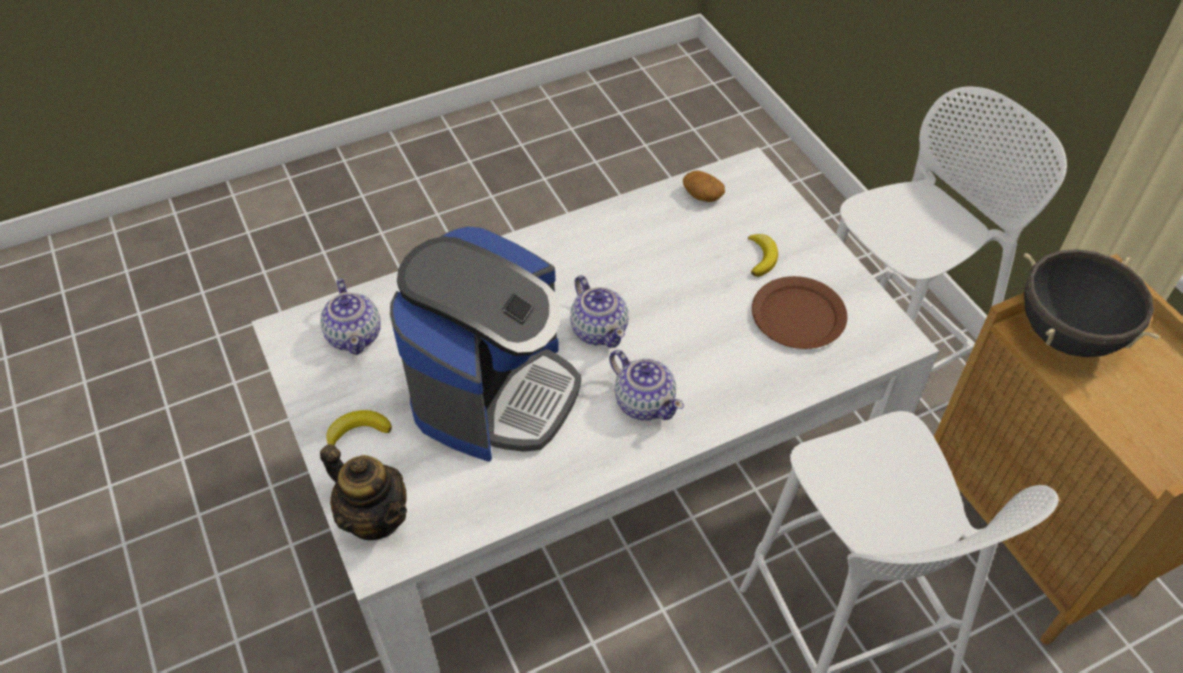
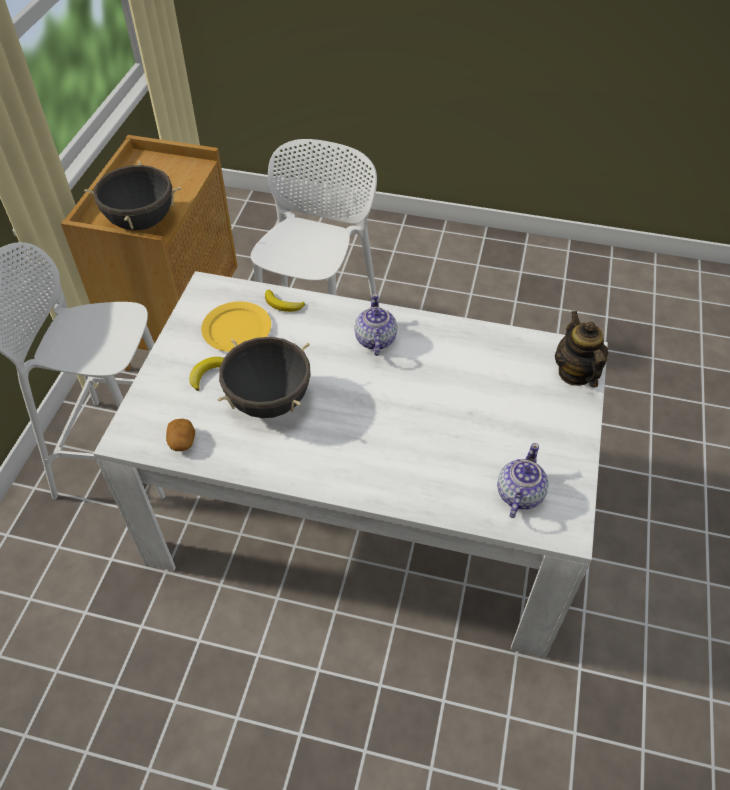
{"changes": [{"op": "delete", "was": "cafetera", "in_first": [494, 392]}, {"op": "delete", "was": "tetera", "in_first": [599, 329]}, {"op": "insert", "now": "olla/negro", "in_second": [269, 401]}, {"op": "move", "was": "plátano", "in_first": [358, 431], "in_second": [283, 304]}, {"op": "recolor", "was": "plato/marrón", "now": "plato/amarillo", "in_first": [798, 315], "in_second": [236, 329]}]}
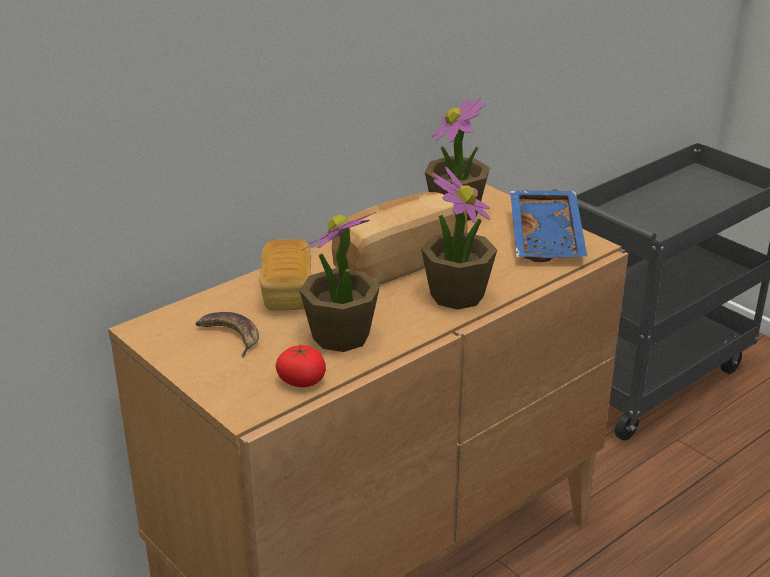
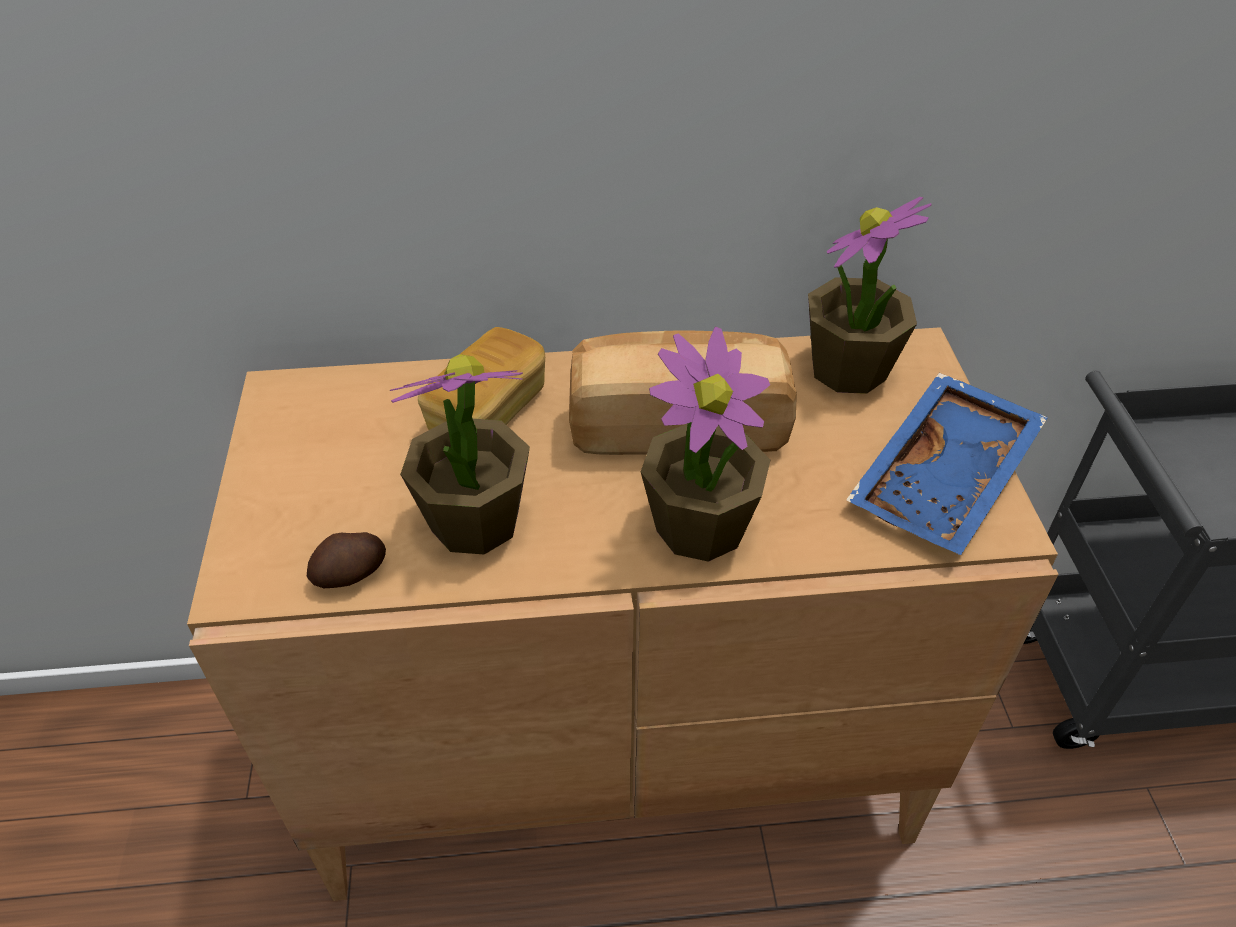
{"changes": [{"op": "delete", "was": "plátano", "in_first": [229, 336]}, {"op": "replace", "was": "tomate", "now": "patata", "in_first": [301, 380], "in_second": [351, 574]}]}
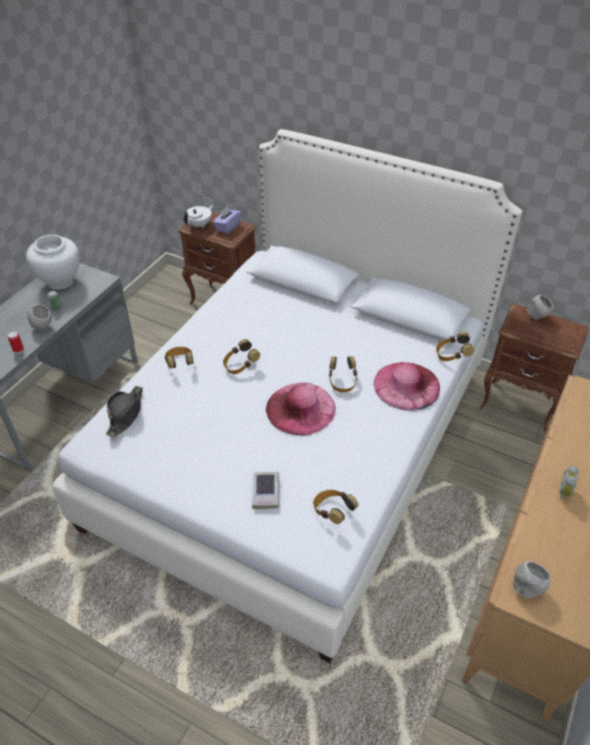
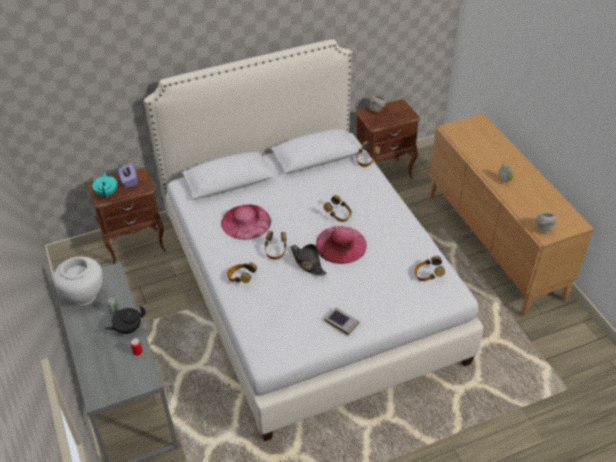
{"changes": [{"op": "move", "was": "sombrero/negro", "in_first": [126, 414], "in_second": [307, 262]}, {"op": "move", "was": "libro", "in_first": [266, 492], "in_second": [342, 322]}, {"op": "move", "was": "sombrero/rosa", "in_first": [406, 385], "in_second": [246, 222]}, {"op": "replace", "was": "cuenco/gris", "now": "tetera/negro", "in_first": [43, 327], "in_second": [128, 328]}, {"op": "recolor", "was": "tetera/blanco", "now": "tetera/turquesa", "in_first": [200, 225], "in_second": [107, 193]}]}
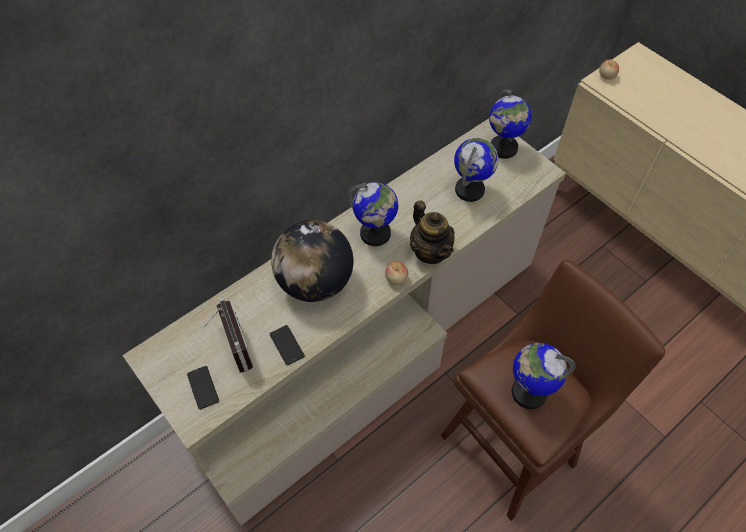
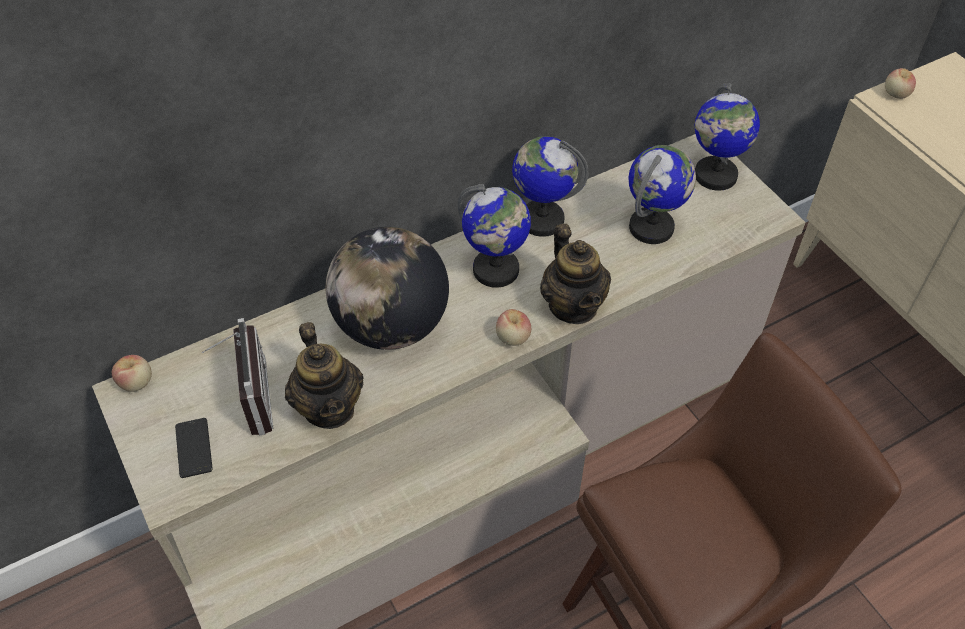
{"changes": [{"op": "insert", "now": "manzana", "in_second": [137, 382]}, {"op": "move", "was": "globo terráqueo", "in_first": [528, 392], "in_second": [541, 219]}, {"op": "replace", "was": "móvil", "now": "tetera", "in_first": [287, 345], "in_second": [329, 407]}]}
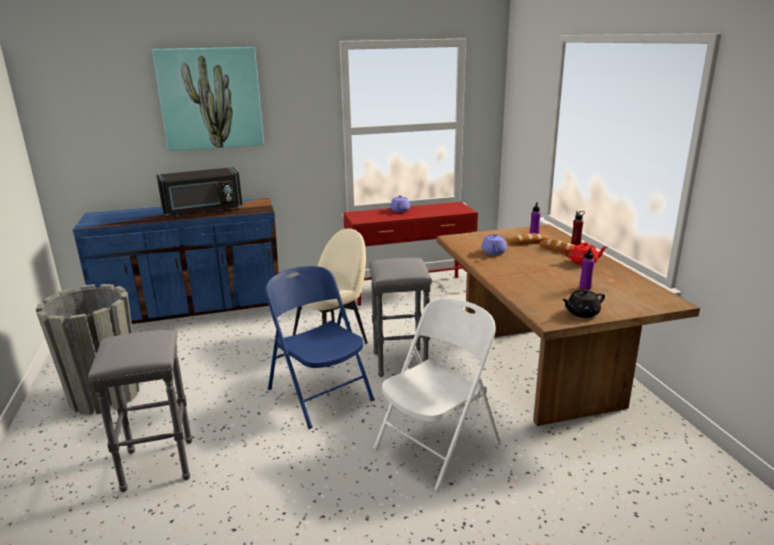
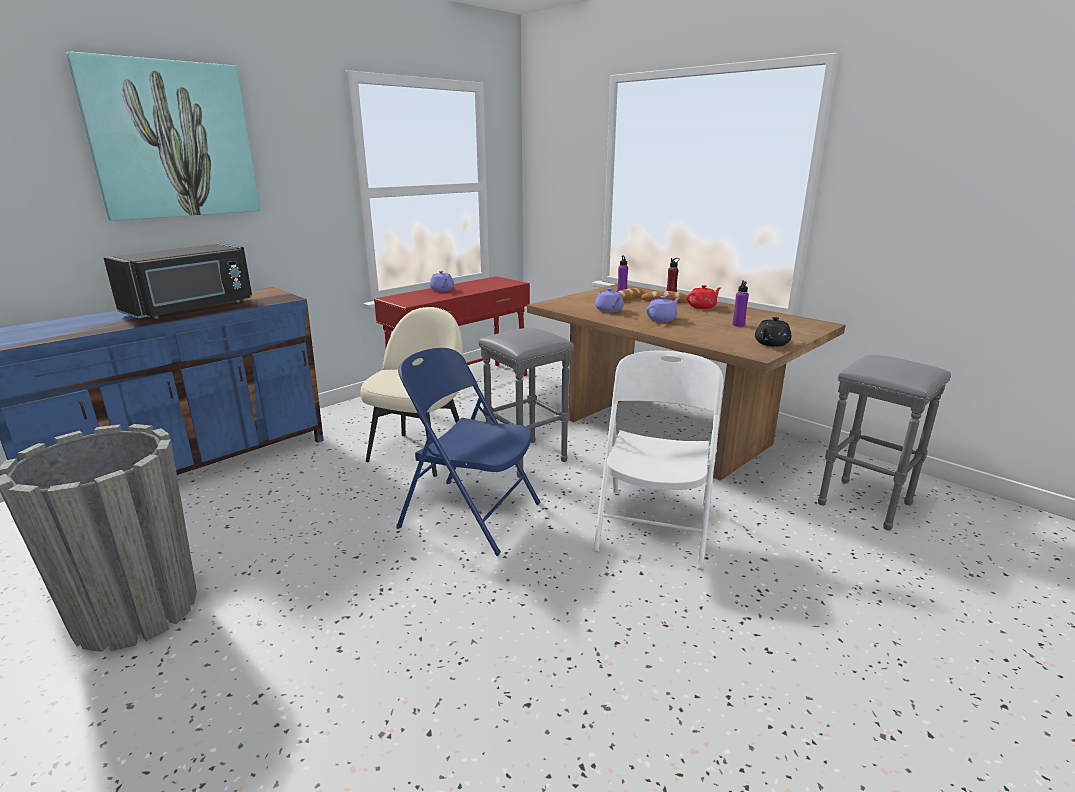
{"changes": [{"op": "insert", "now": "tetera/morado", "in_second": [662, 319]}, {"op": "move", "was": "taburete/gris", "in_first": [156, 465], "in_second": [865, 505]}]}
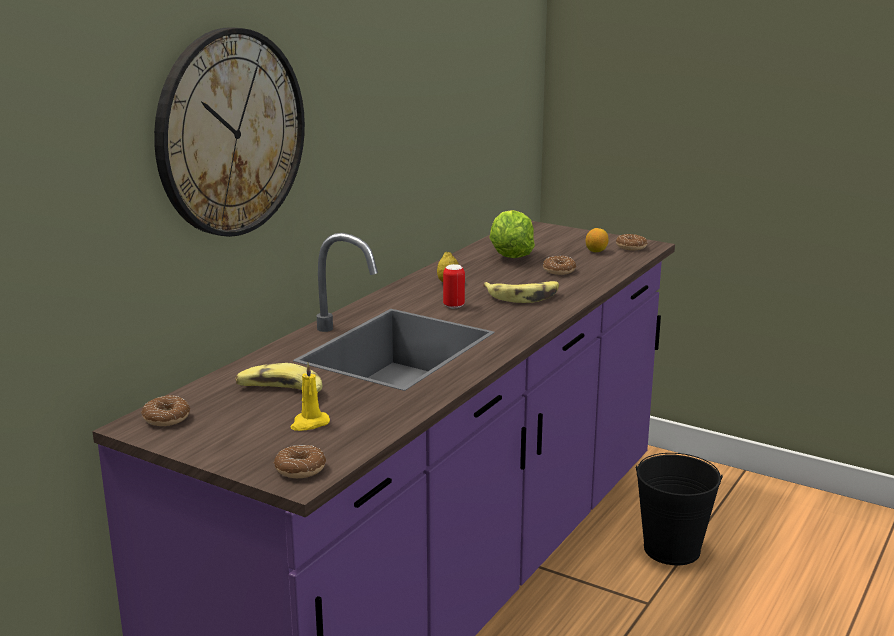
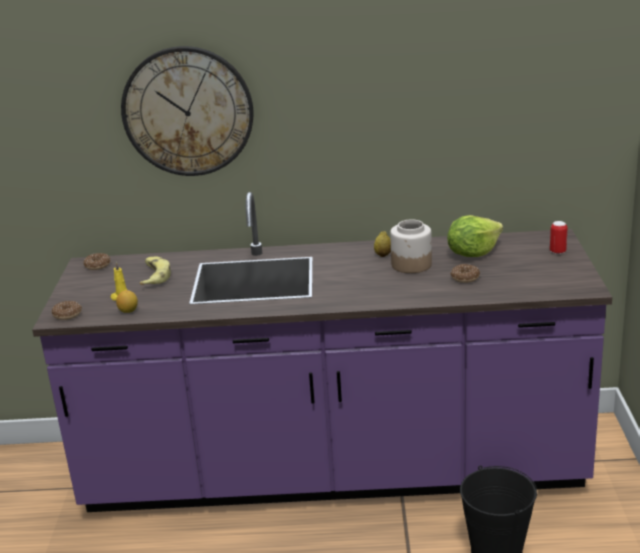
{"changes": [{"op": "delete", "was": "plátano", "in_first": [523, 296]}, {"op": "delete", "was": "rosquilla", "in_first": [631, 247]}, {"op": "insert", "now": "tarro", "in_second": [412, 264]}, {"op": "move", "was": "lata", "in_first": [454, 305], "in_second": [557, 252]}, {"op": "move", "was": "limón", "in_first": [596, 251], "in_second": [128, 311]}]}
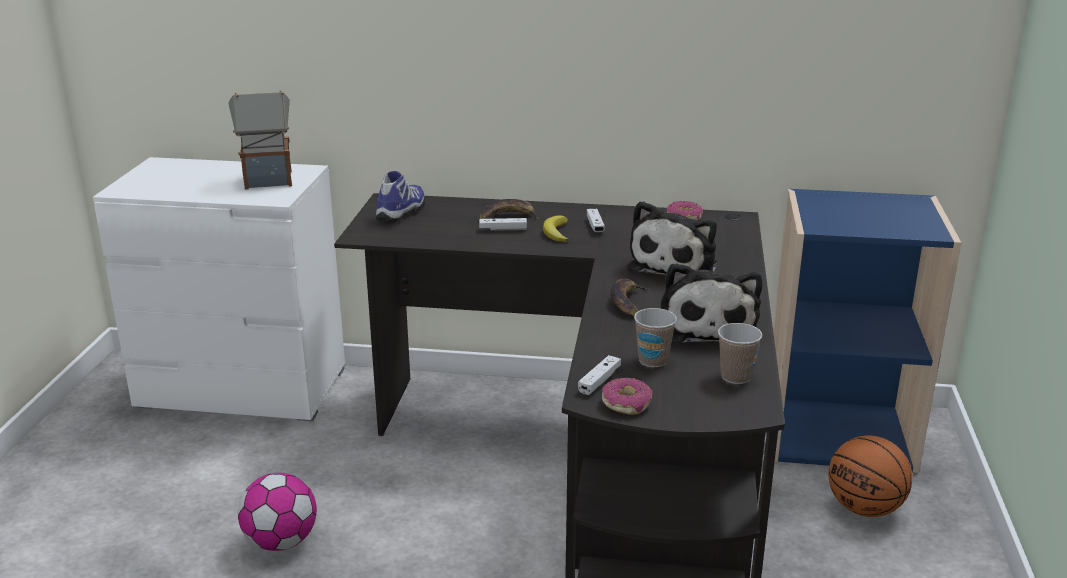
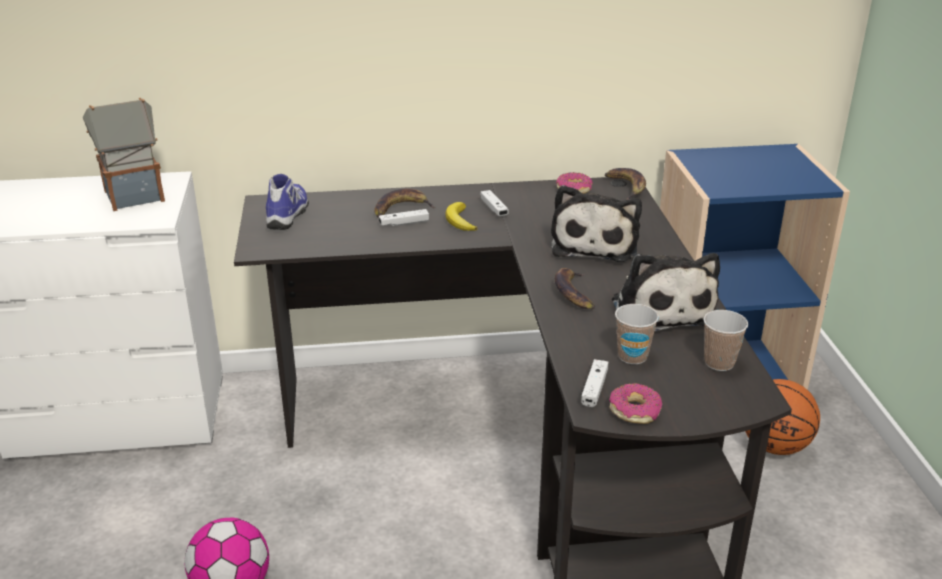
{"changes": [{"op": "insert", "now": "plátano", "in_second": [626, 187]}]}
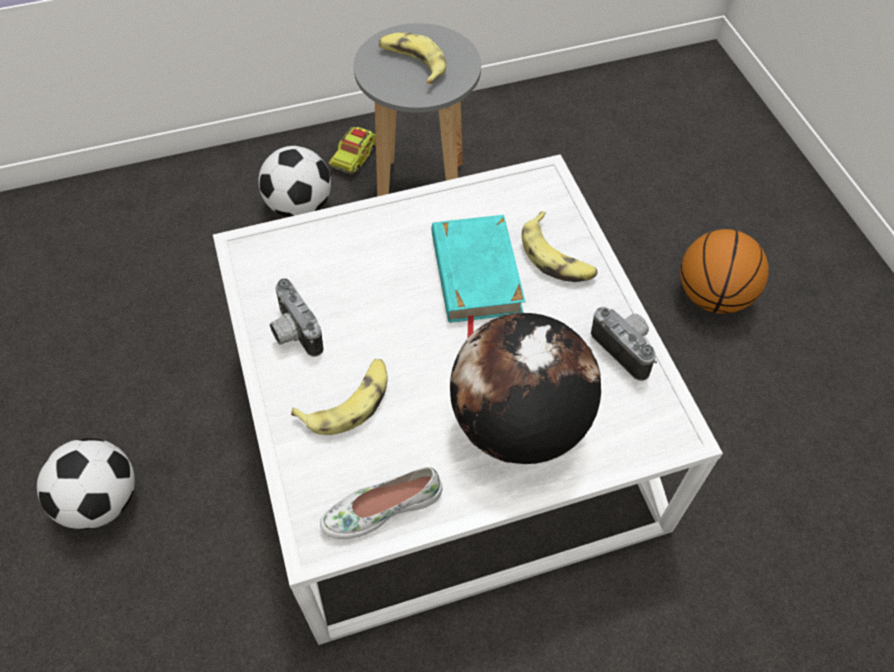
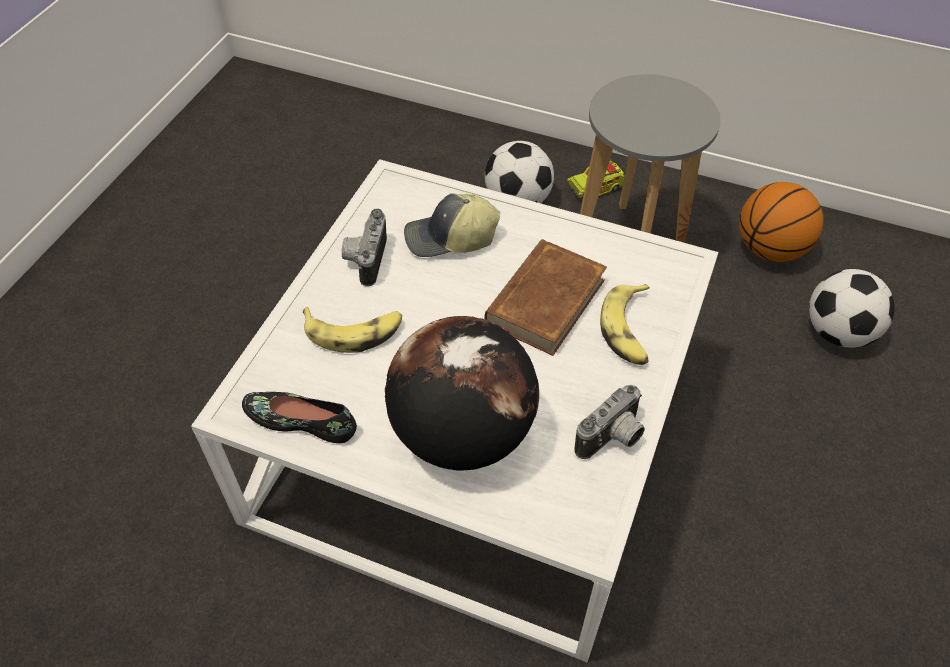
{"changes": [{"op": "delete", "was": "plátano", "in_first": [413, 63]}, {"op": "insert", "now": "gorra", "in_second": [450, 239]}, {"op": "move", "was": "balón de fútbol", "in_first": [101, 500], "in_second": [838, 332]}, {"op": "move", "was": "balón de baloncesto", "in_first": [713, 296], "in_second": [770, 249]}, {"op": "recolor", "was": "zapato/blanco", "now": "zapato/negro", "in_first": [381, 507], "in_second": [301, 420]}, {"op": "recolor", "was": "libro/turquesa", "now": "libro/marrón", "in_first": [475, 274], "in_second": [544, 302]}, {"op": "rotate", "was": "cámara", "in_first": [626, 348], "in_second": [613, 439], "clockwise": 45}]}
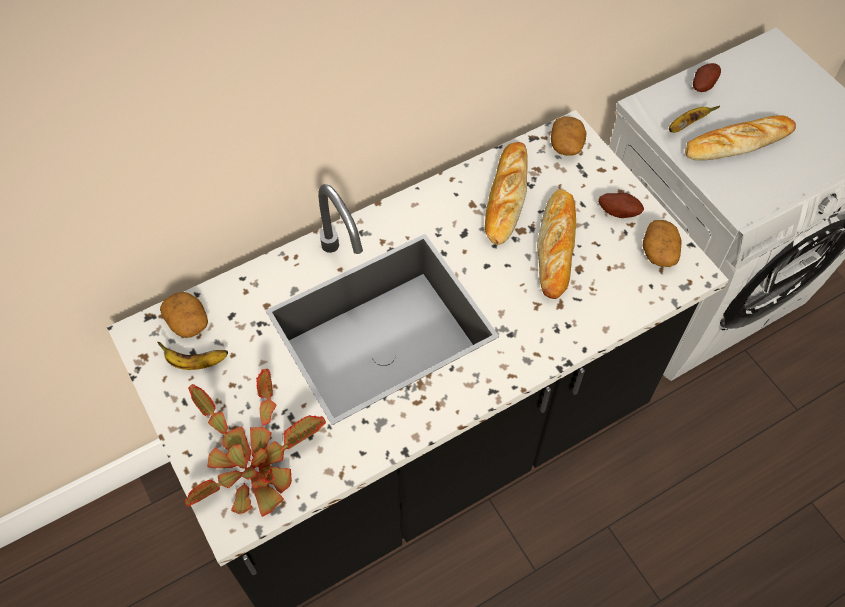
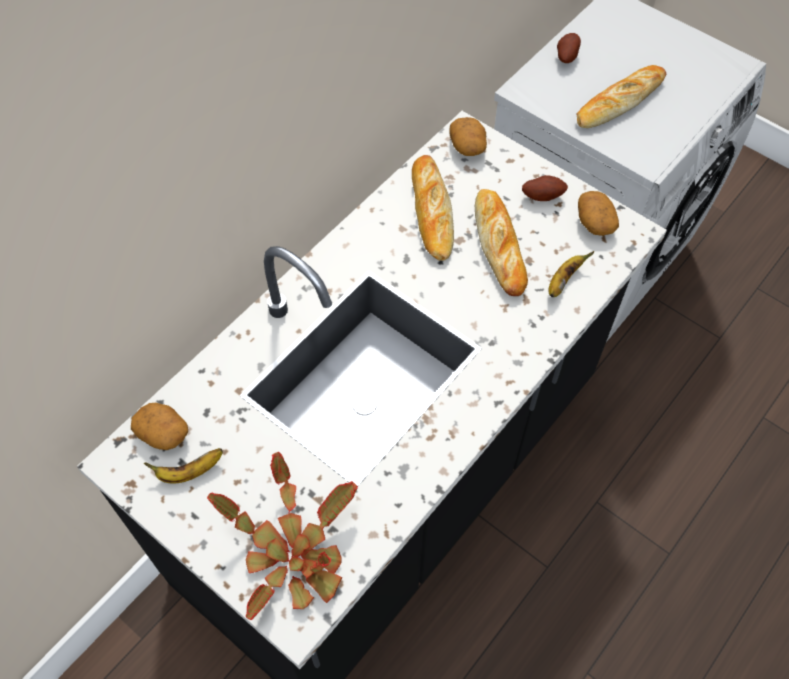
{"changes": [{"op": "move", "was": "plátano", "in_first": [686, 125], "in_second": [563, 281]}]}
